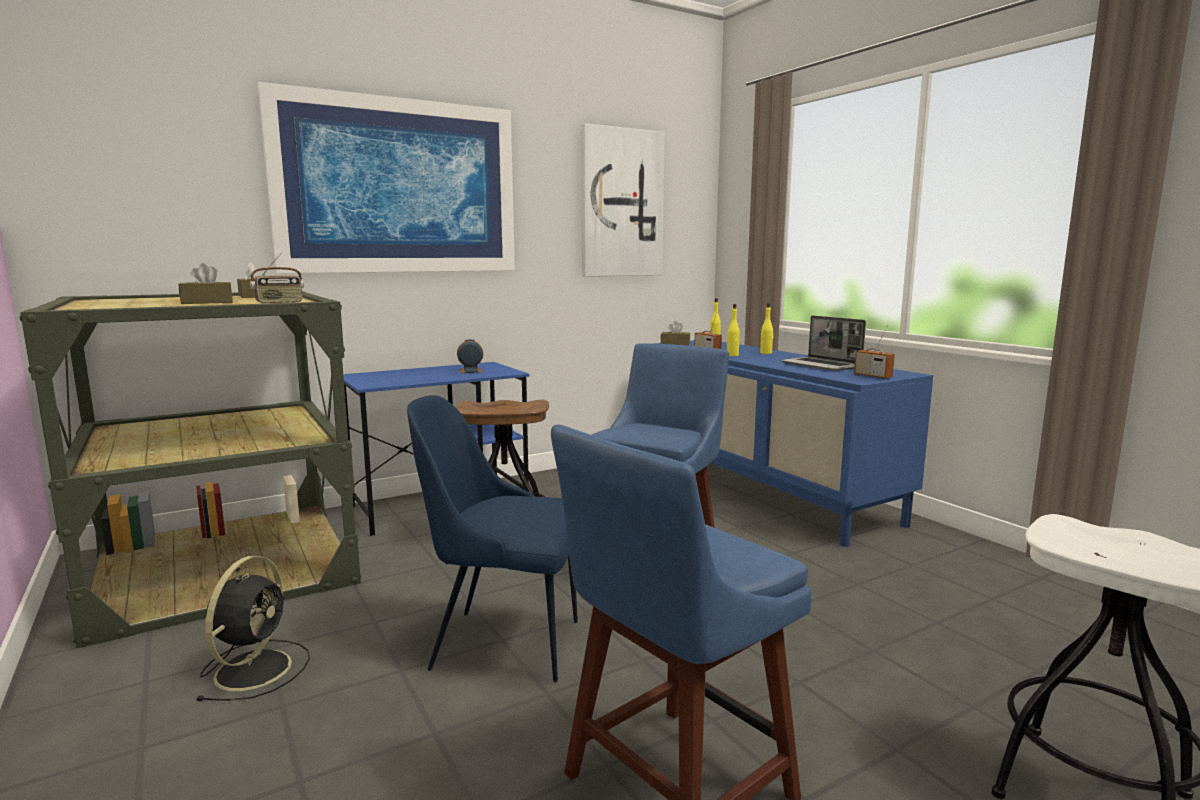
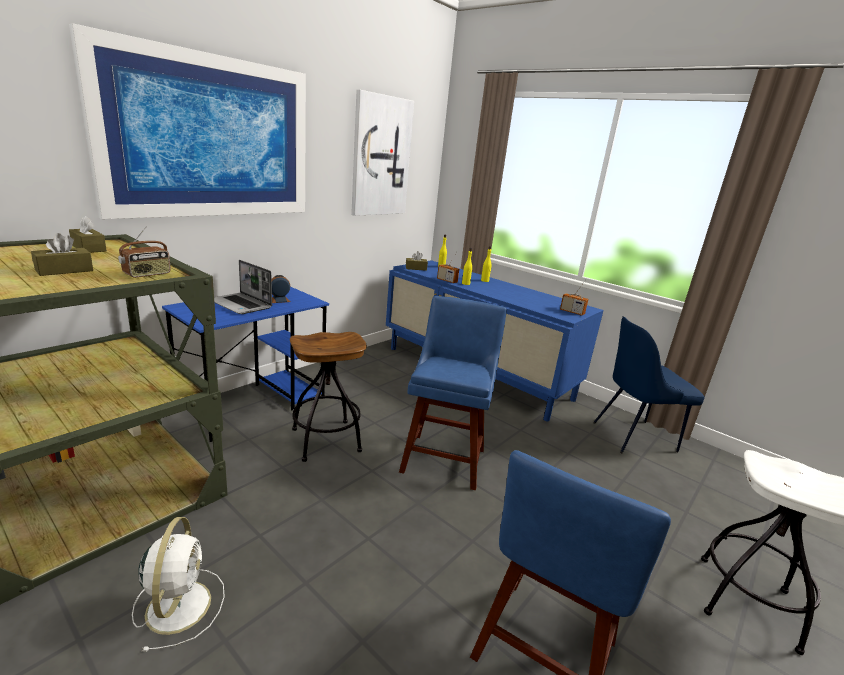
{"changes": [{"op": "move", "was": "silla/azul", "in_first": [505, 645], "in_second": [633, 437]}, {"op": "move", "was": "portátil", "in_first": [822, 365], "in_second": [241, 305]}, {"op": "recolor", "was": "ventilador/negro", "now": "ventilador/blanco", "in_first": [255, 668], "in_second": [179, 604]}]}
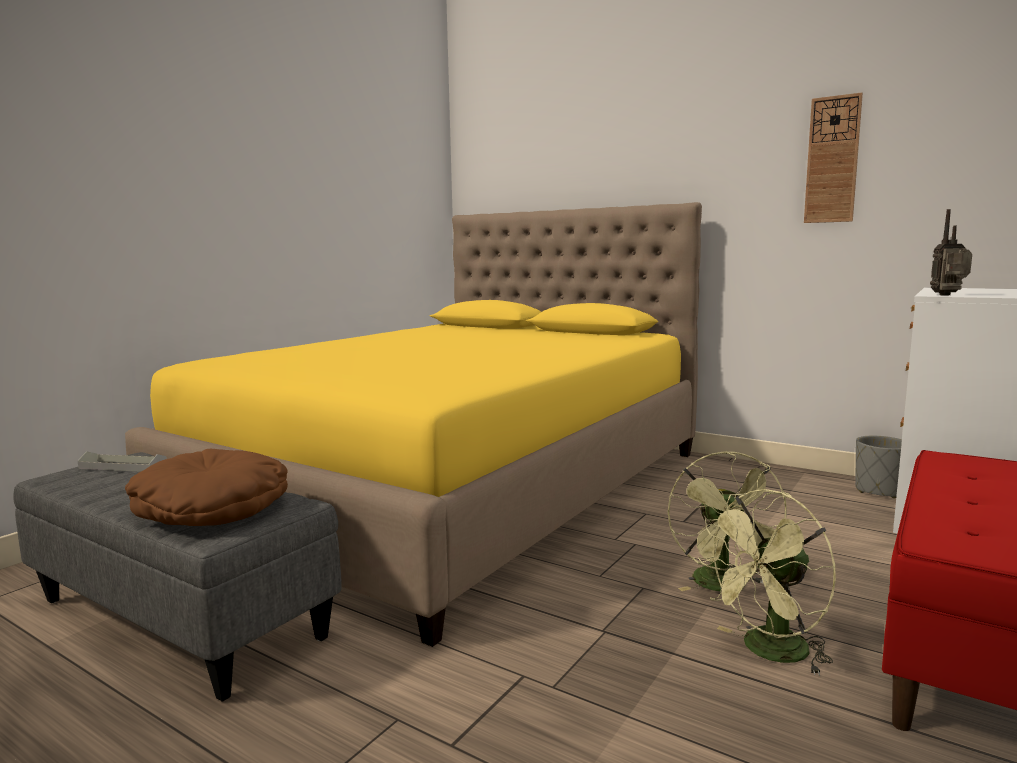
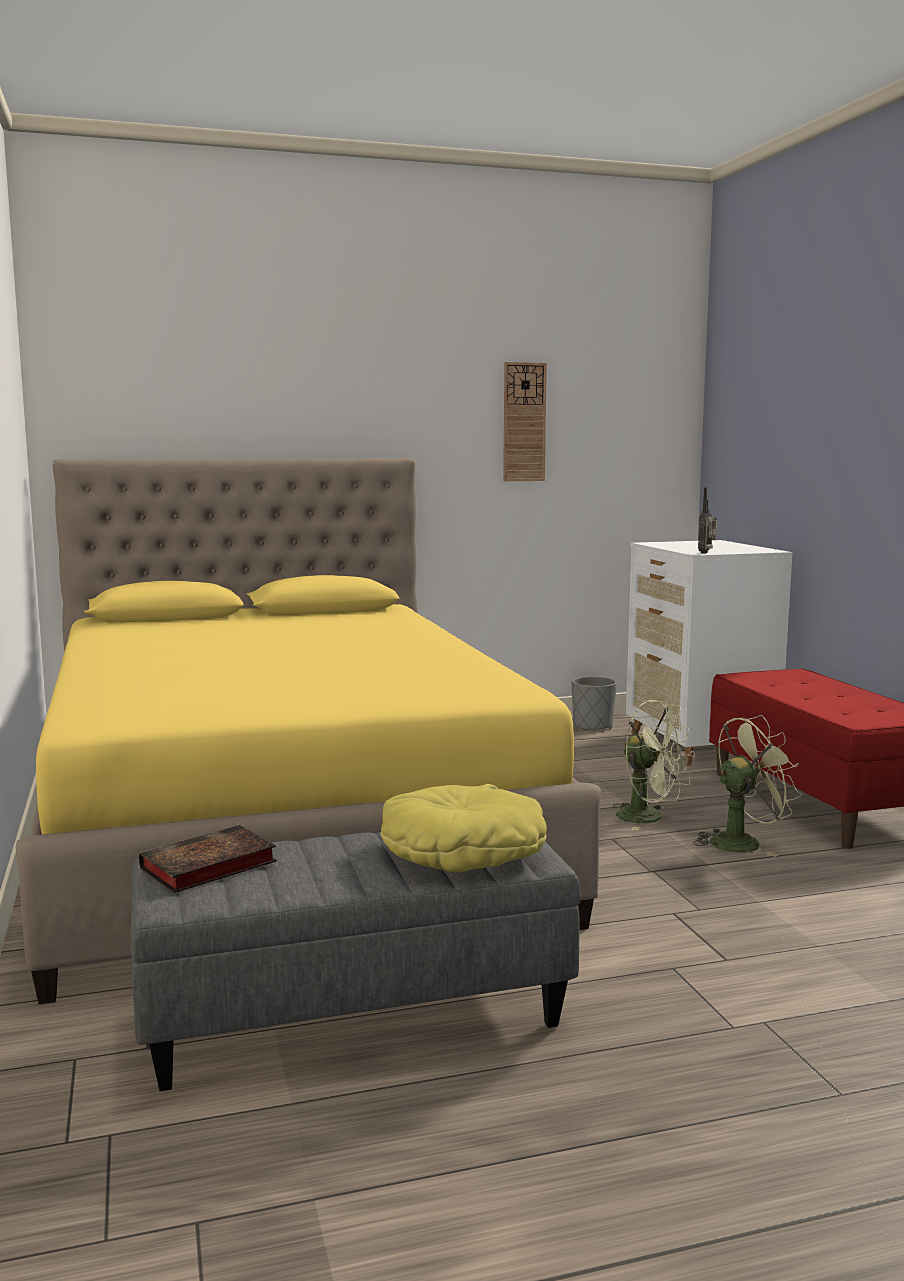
{"changes": [{"op": "replace", "was": "bandeja/gris", "now": "libro", "in_first": [123, 466], "in_second": [206, 867]}, {"op": "recolor", "was": "cojín/marrón", "now": "cojín/amarillo", "in_first": [215, 509], "in_second": [462, 851]}, {"op": "rotate", "was": "ventilador/verde", "in_first": [768, 652], "in_second": [743, 842], "clockwise": -120}]}
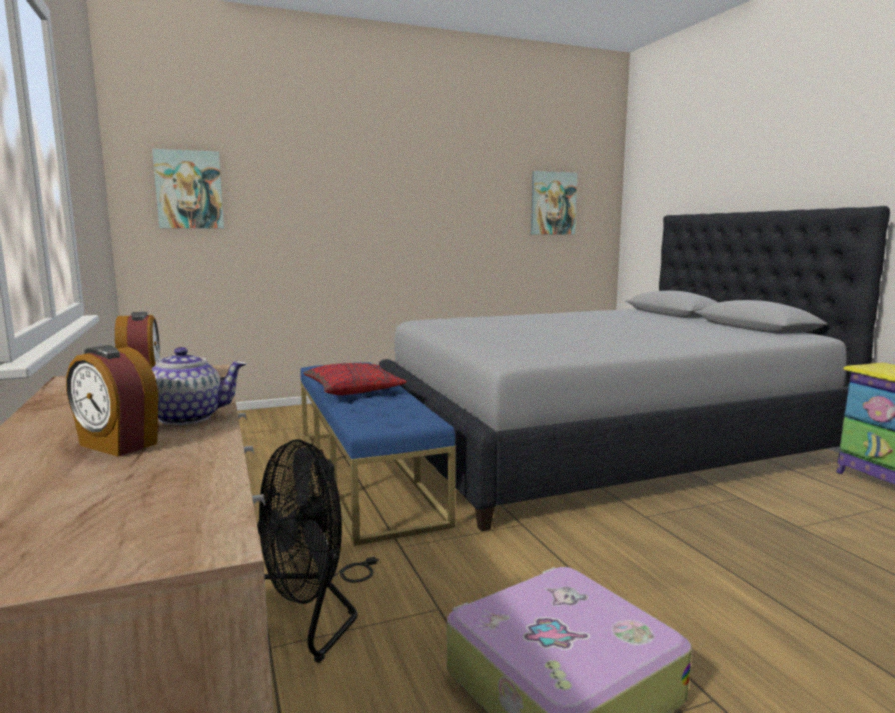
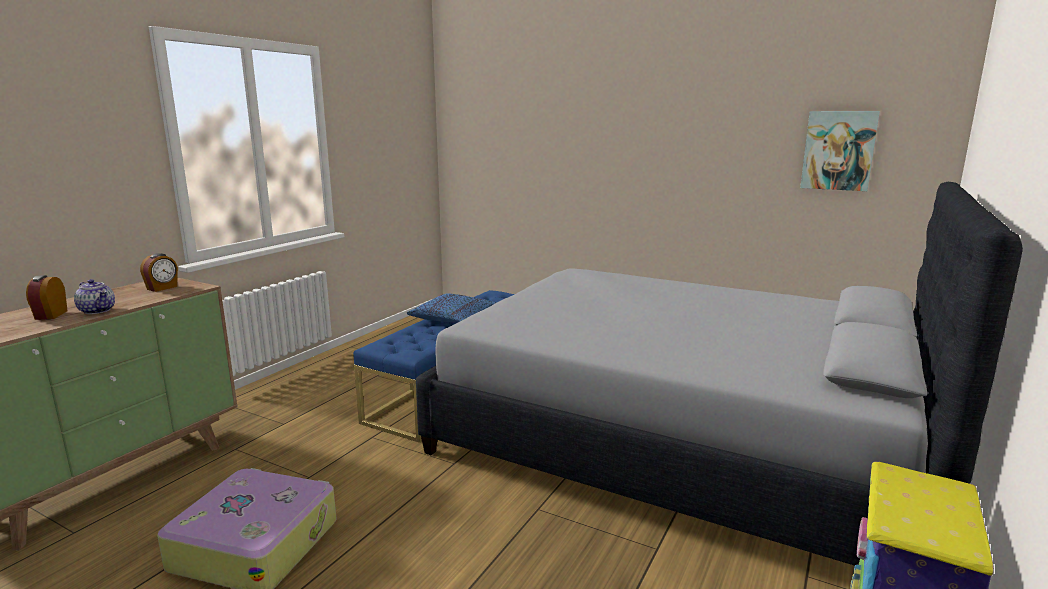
{"changes": [{"op": "delete", "was": "cuadro", "in_first": [189, 190]}, {"op": "delete", "was": "ventilador/negro", "in_first": [315, 602]}, {"op": "recolor", "was": "cojín/rojo", "now": "cojín/azul", "in_first": [354, 390], "in_second": [452, 318]}]}
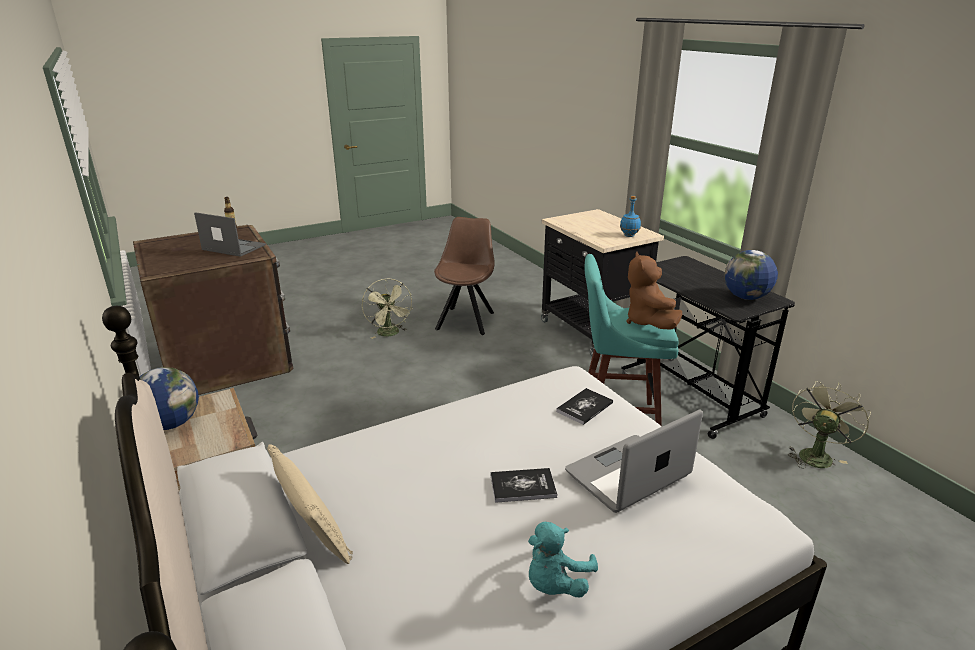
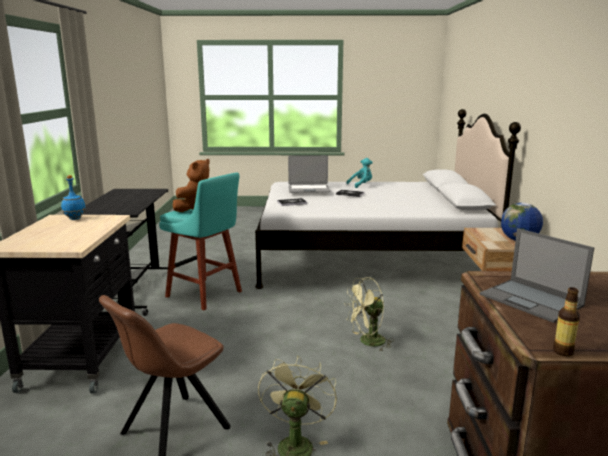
{"changes": [{"op": "delete", "was": "cojín/beis", "in_first": [312, 530]}, {"op": "delete", "was": "globo terráqueo", "in_first": [746, 297]}, {"op": "move", "was": "ventilador/verde", "in_first": [815, 454], "in_second": [367, 342]}]}
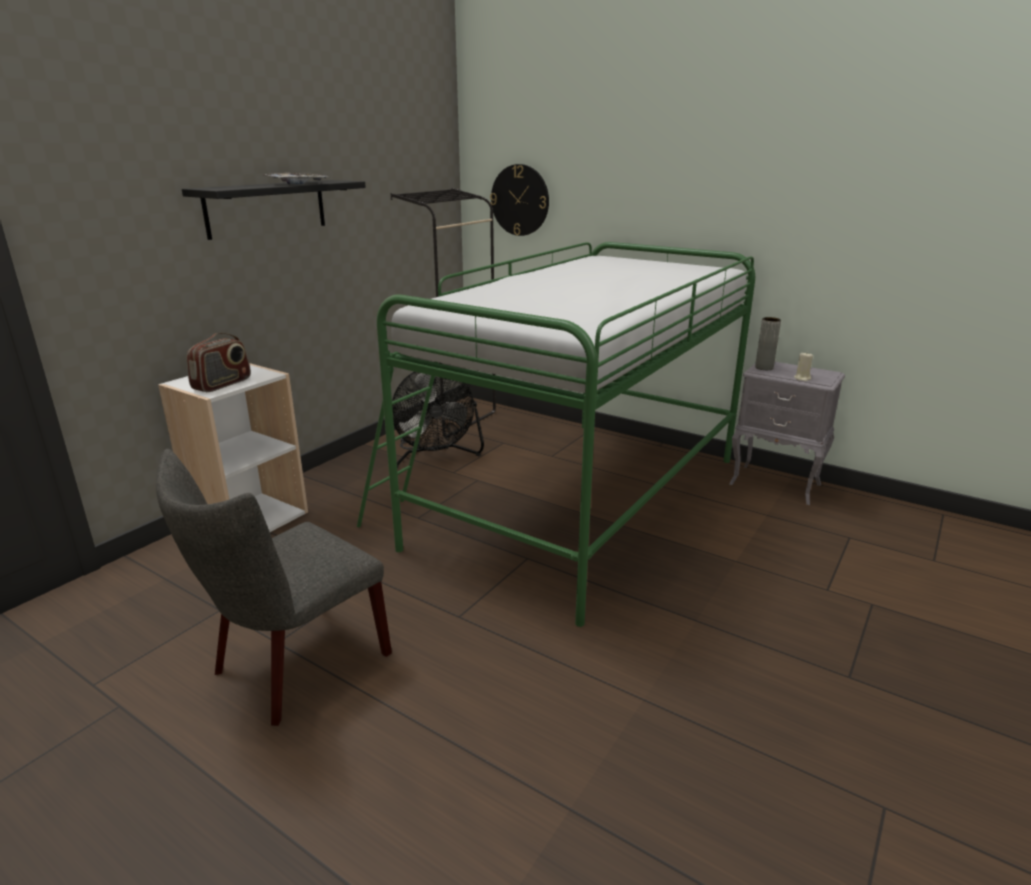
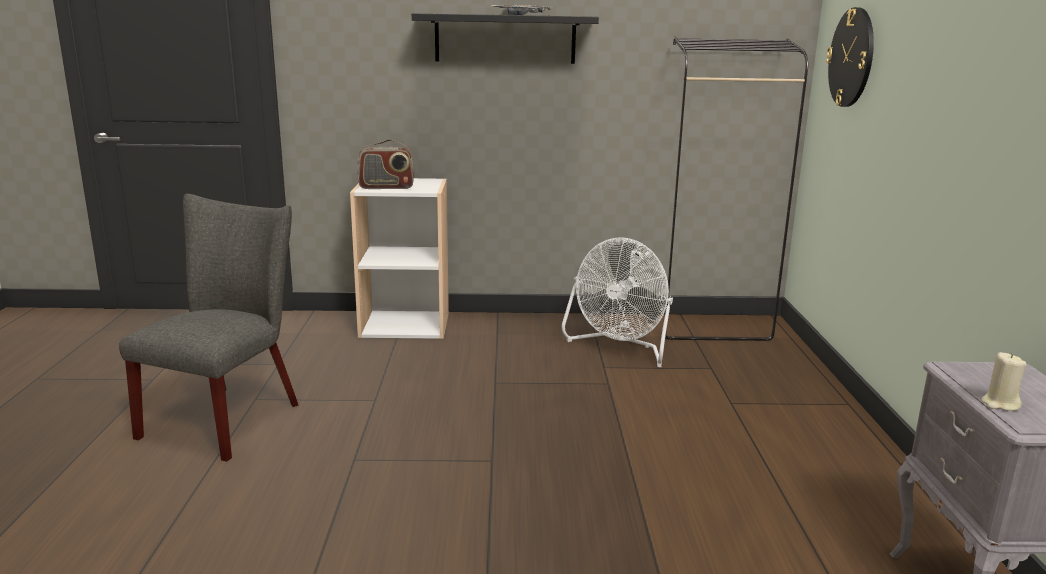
{"changes": [{"op": "delete", "was": "cama/verde", "in_first": [576, 501]}, {"op": "delete", "was": "florero/gris", "in_first": [764, 367]}, {"op": "recolor", "was": "ventilador/negro", "now": "ventilador/blanco", "in_first": [430, 455], "in_second": [619, 346]}, {"op": "rotate", "was": "silla/gris", "in_first": [293, 667], "in_second": [228, 416], "clockwise": 105}]}
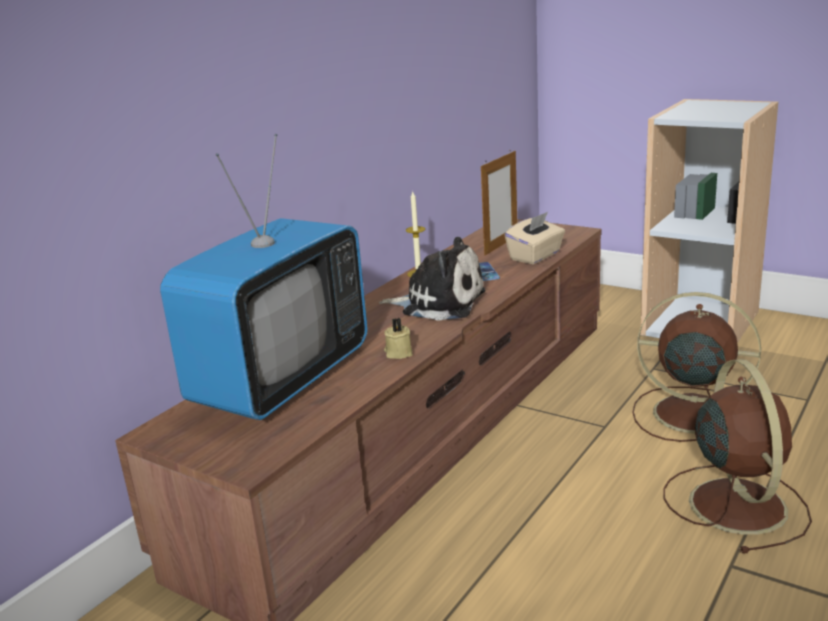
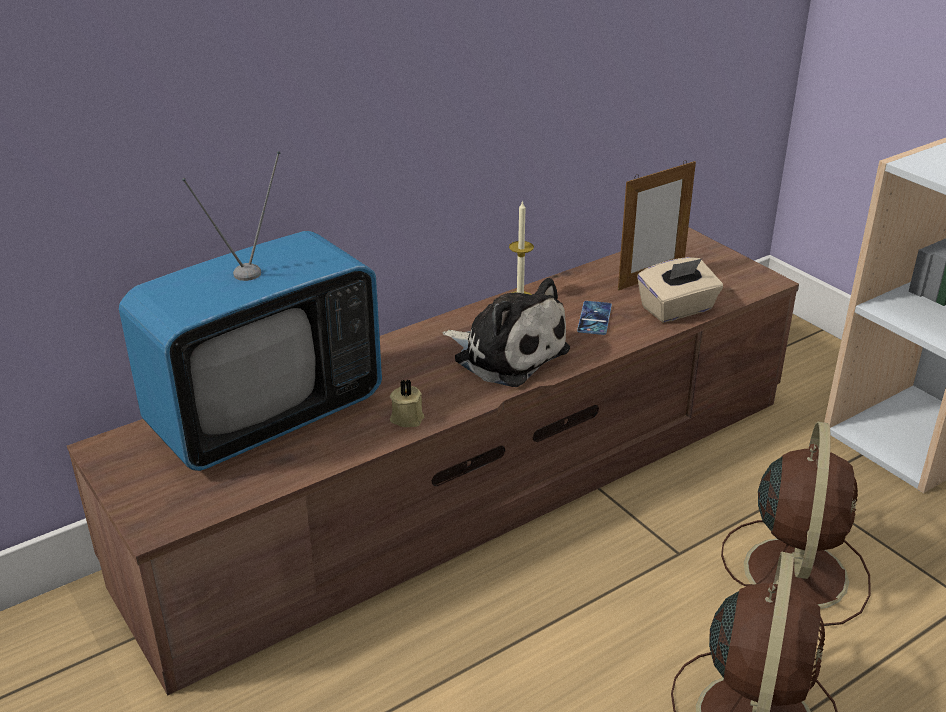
{"changes": [{"op": "rotate", "was": "ventilador/marrón", "in_first": [689, 413], "in_second": [795, 570], "clockwise": 60}]}
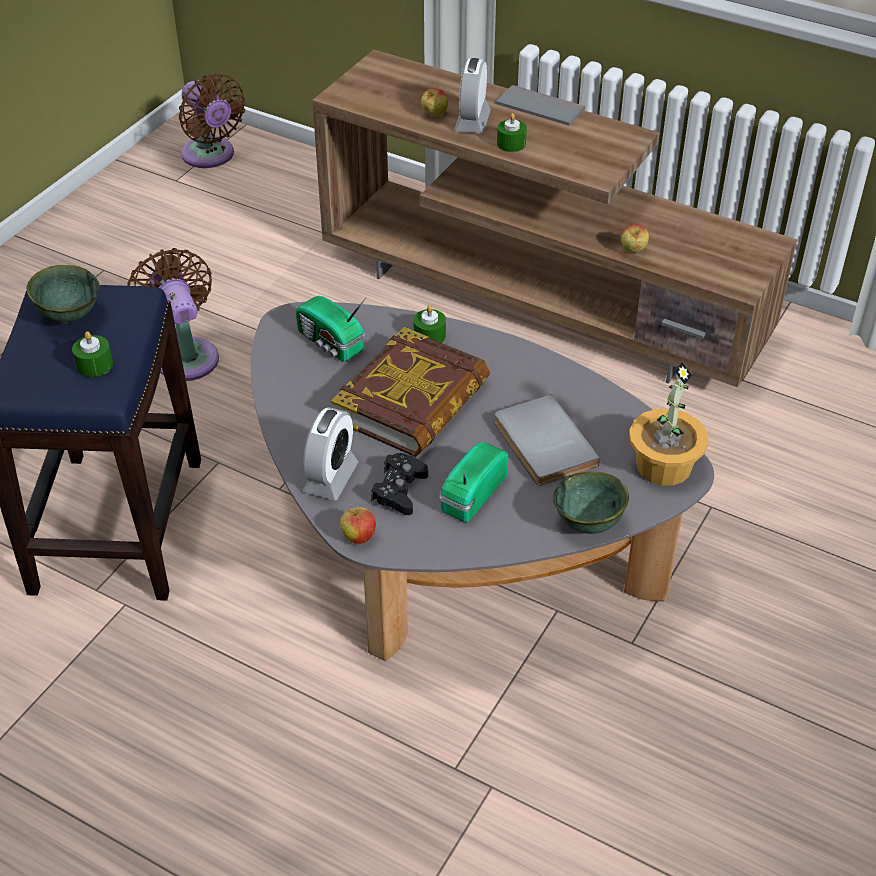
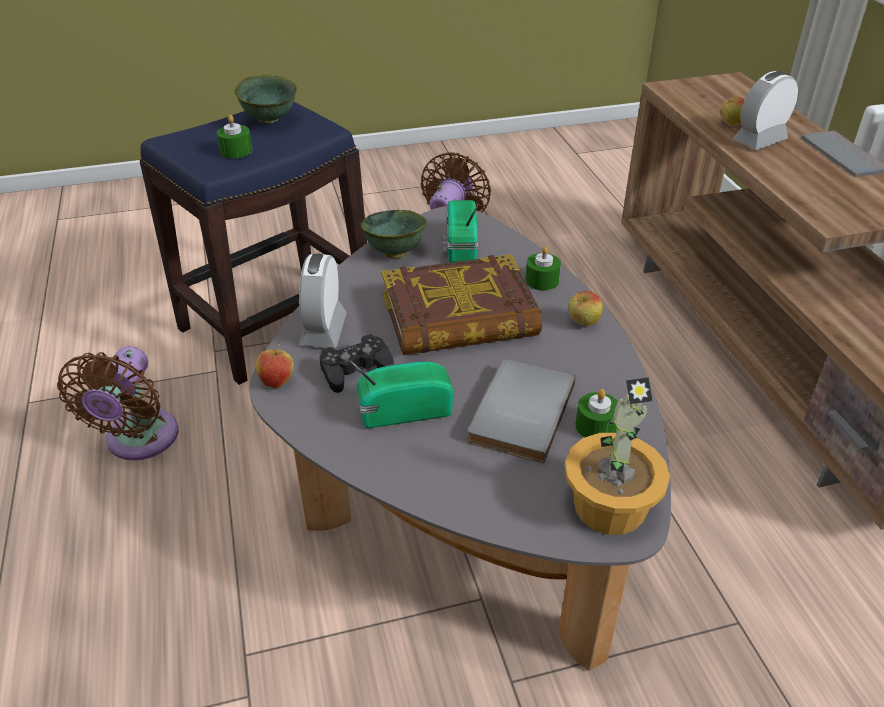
{"changes": [{"op": "move", "was": "ventilador/marrón", "in_first": [211, 156], "in_second": [139, 441]}, {"op": "move", "was": "vela/verde", "in_first": [511, 144], "in_second": [596, 426]}, {"op": "move", "was": "cuenco/verde", "in_first": [588, 525], "in_second": [393, 253]}, {"op": "move", "was": "manzana", "in_first": [633, 251], "in_second": [583, 323]}, {"op": "rotate", "was": "despertador", "in_first": [331, 478], "in_second": [323, 330], "clockwise": 120}]}
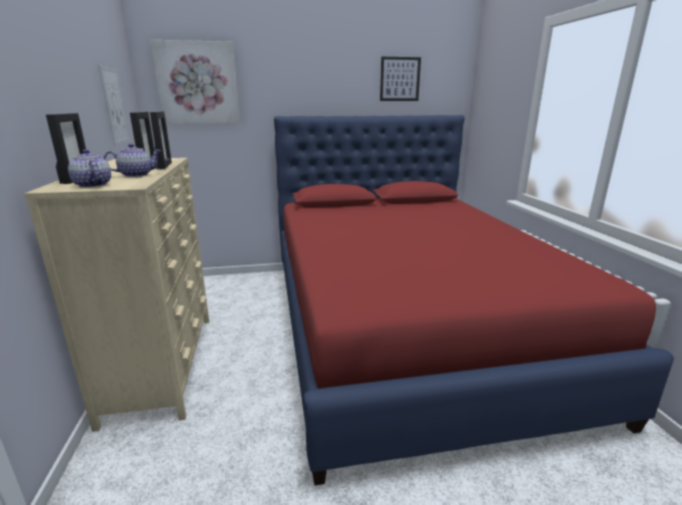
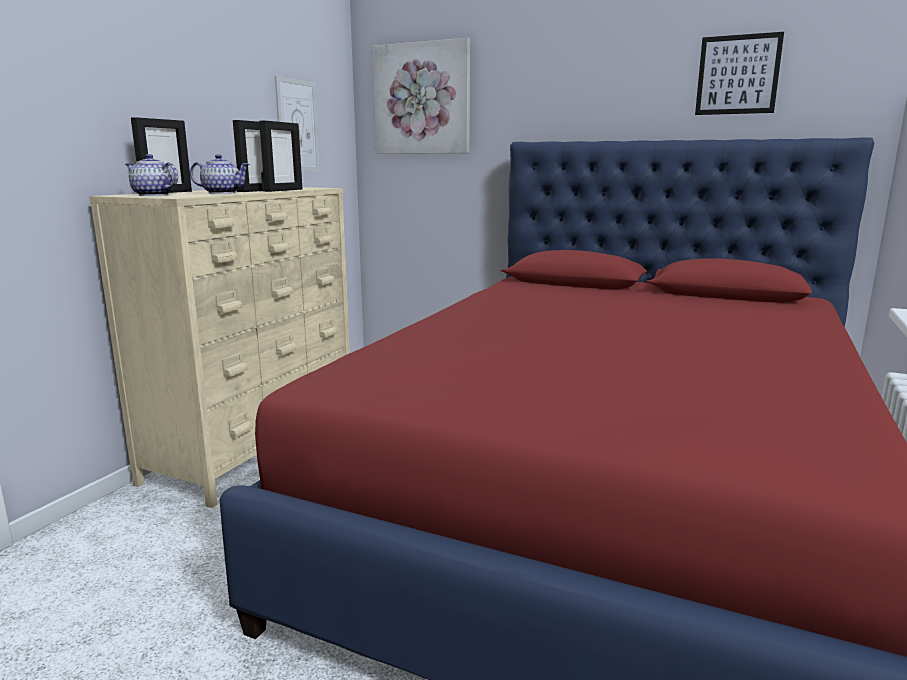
{"changes": [{"op": "rotate", "was": "tetera", "in_first": [92, 185], "in_second": [153, 195], "clockwise": -60}]}
